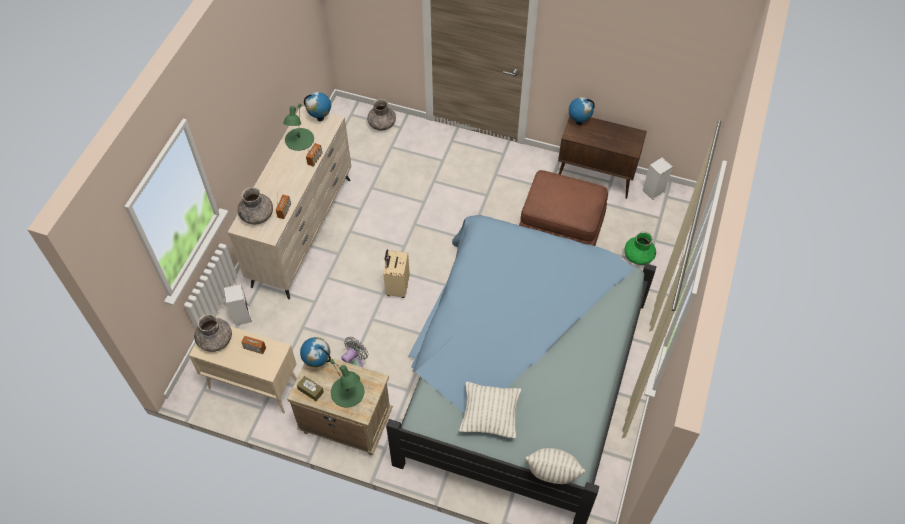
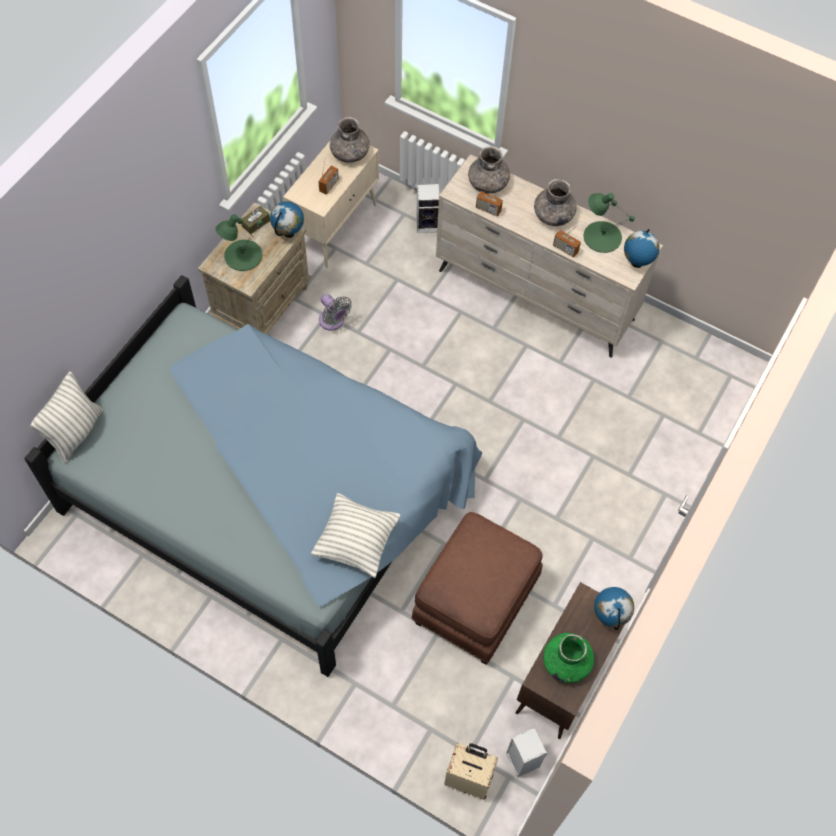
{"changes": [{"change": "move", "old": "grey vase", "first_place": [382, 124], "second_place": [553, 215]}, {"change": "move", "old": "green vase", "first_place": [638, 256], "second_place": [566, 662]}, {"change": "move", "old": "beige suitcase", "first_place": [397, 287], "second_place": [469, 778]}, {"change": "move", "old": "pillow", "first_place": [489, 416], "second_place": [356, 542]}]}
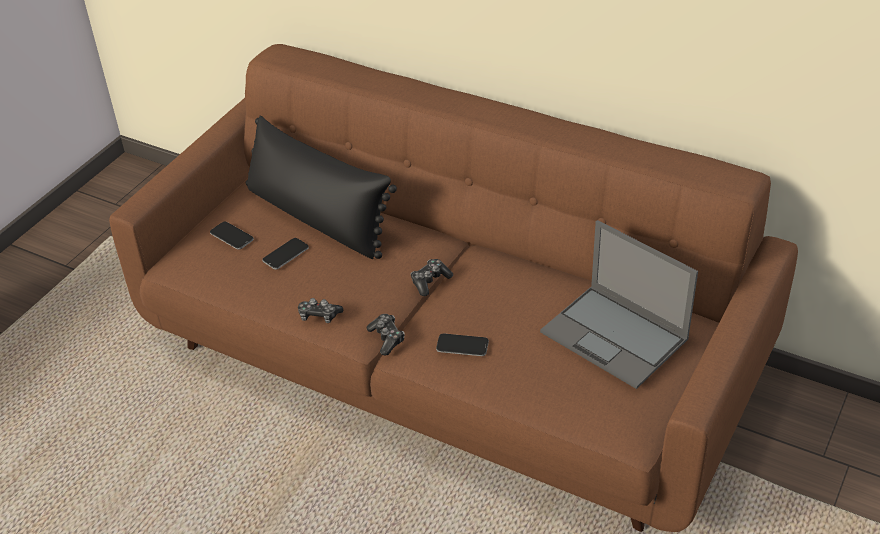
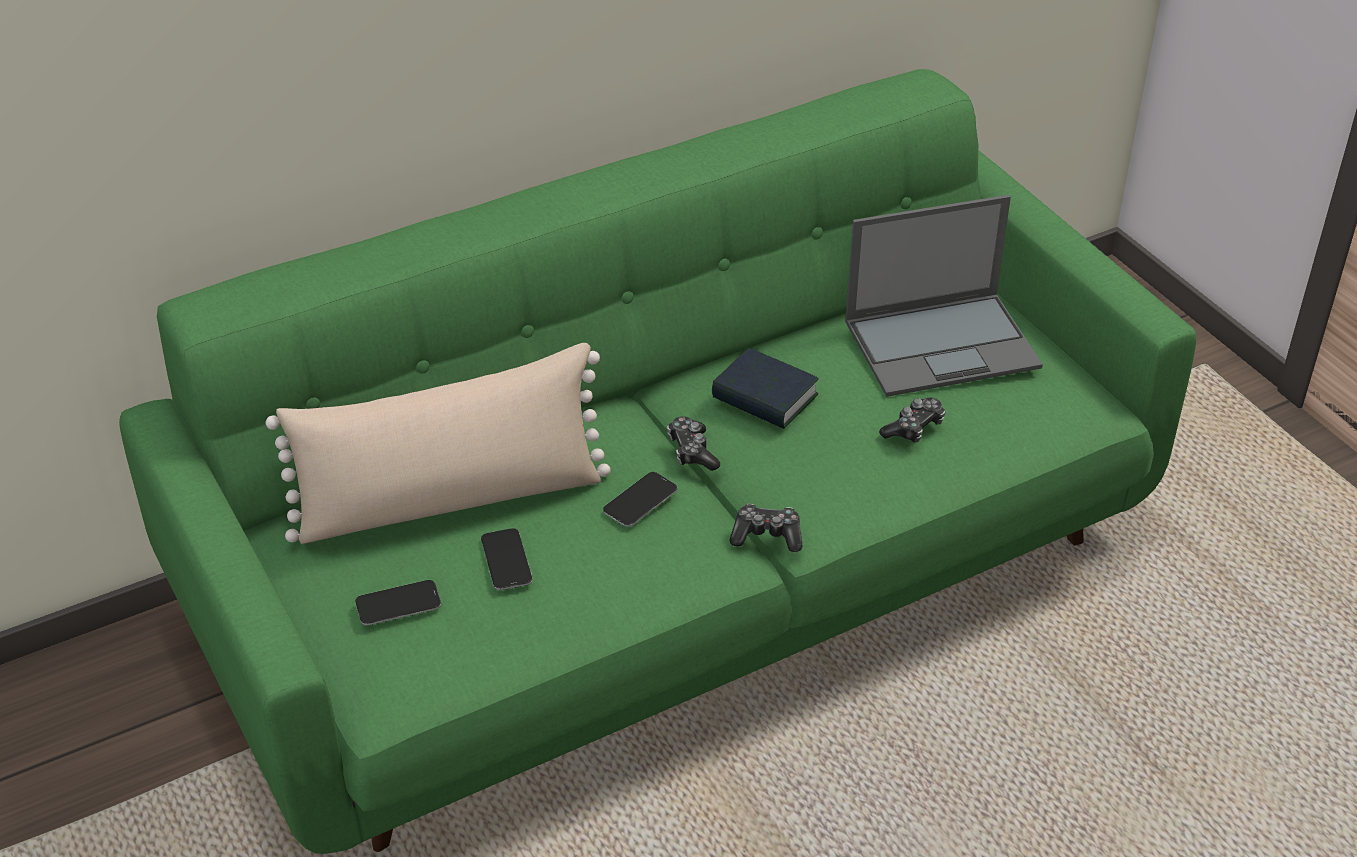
{"changes": [{"change": "recolor", "old": "brown sofa", "new": "green sofa", "first_place": [447, 363], "second_place": [678, 579]}, {"change": "recolor", "old": "black pillow", "new": "beige pillow", "first_place": [317, 218], "second_place": [451, 500]}, {"change": "move", "old": "game controller", "first_place": [319, 316], "second_place": [914, 428]}, {"change": "move", "old": "phone", "first_place": [462, 346], "second_place": [640, 501]}, {"change": "insert", "new": "book", "second_place": [764, 397]}]}
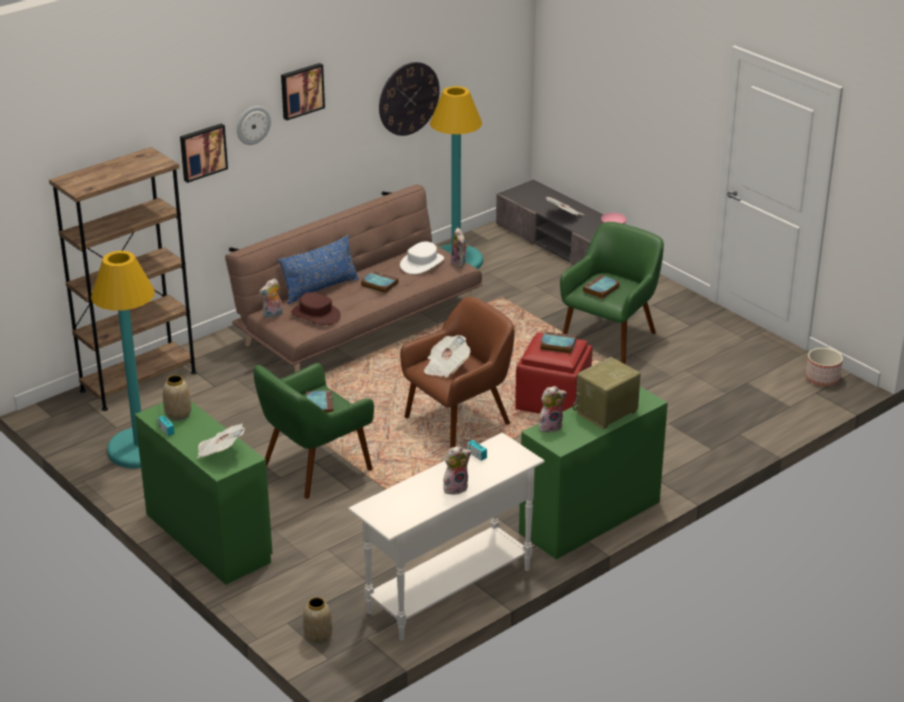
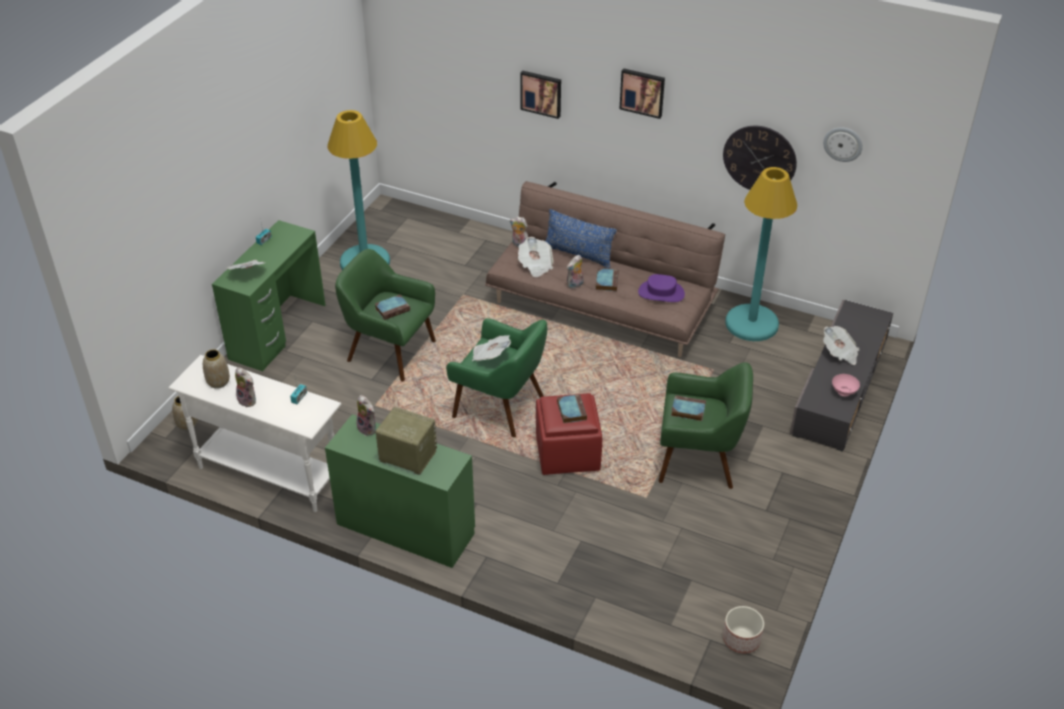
{"changes": [{"change": "move", "old": "wall clock", "first_place": [252, 125], "second_place": [843, 144]}, {"change": "delete", "old": "brown bookcase", "first_place": [138, 382]}, {"change": "move", "old": "plush toy", "first_place": [459, 263], "second_place": [575, 285]}, {"change": "recolor", "old": "white hat", "new": "purple hat", "first_place": [422, 263], "second_place": [661, 293]}, {"change": "replace", "old": "brown hat", "new": "newspaper", "first_place": [316, 314], "second_place": [535, 265]}, {"change": "recolor", "old": "brown armchair", "new": "green armchair", "first_place": [459, 421], "second_place": [500, 407]}, {"change": "move", "old": "vase", "first_place": [178, 415], "second_place": [218, 382]}]}
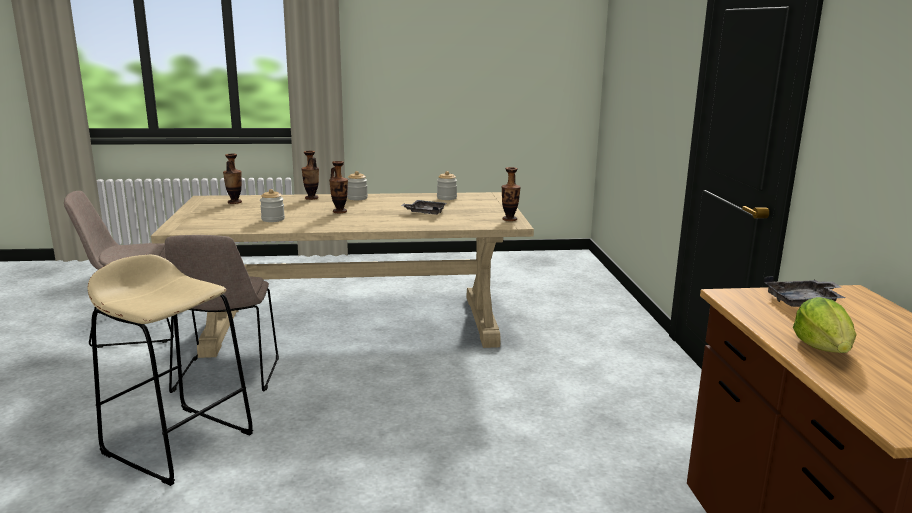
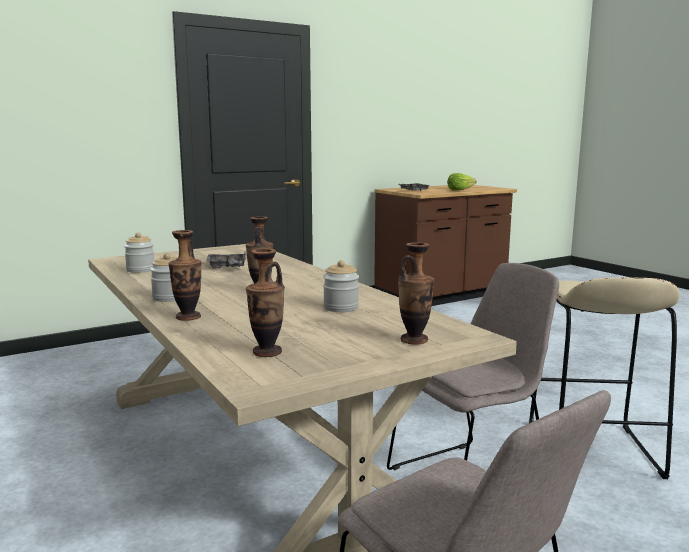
{"changes": [{"change": "move", "old": "vase", "first_place": [509, 219], "second_place": [414, 340]}]}
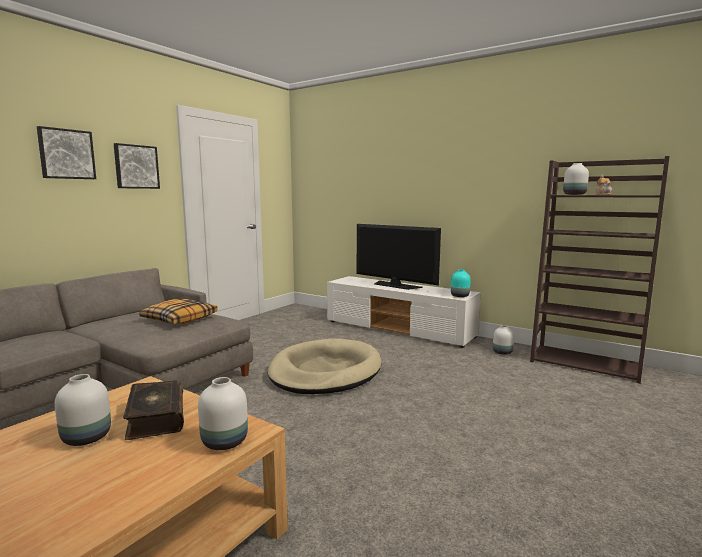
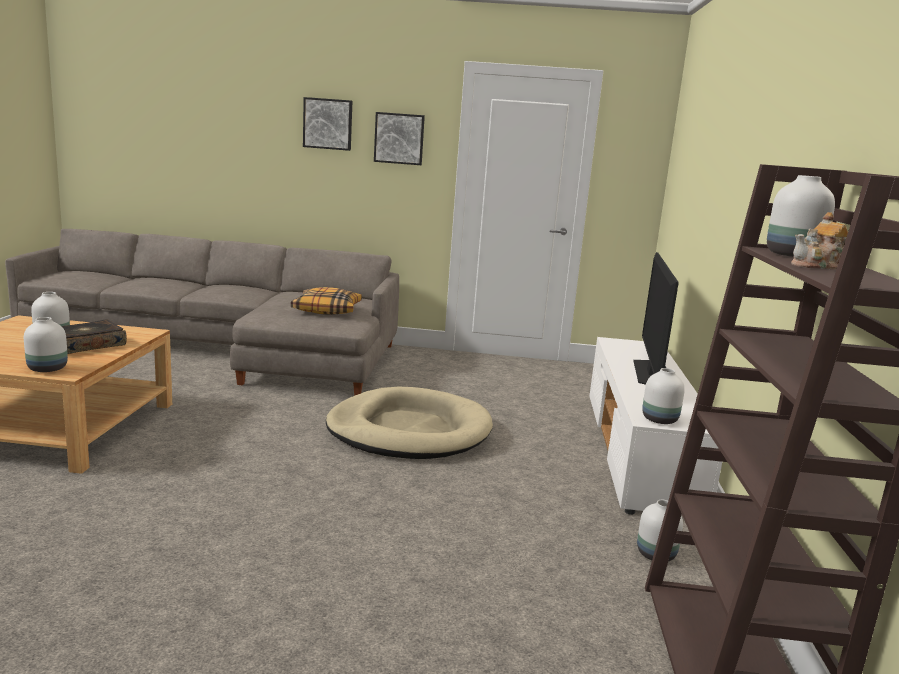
{"changes": [{"change": "recolor", "old": "turquoise vase", "new": "white vase", "first_place": [459, 296], "second_place": [660, 419]}]}
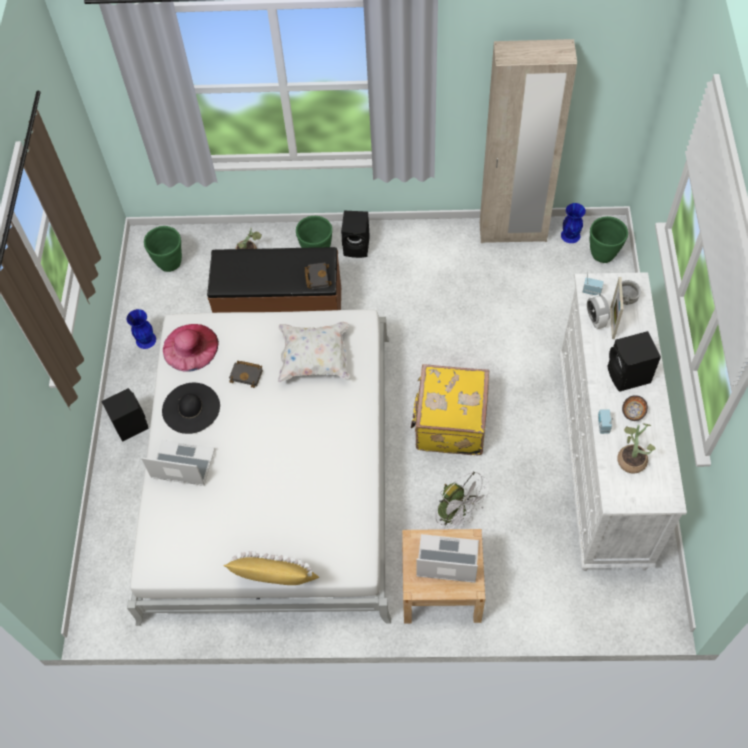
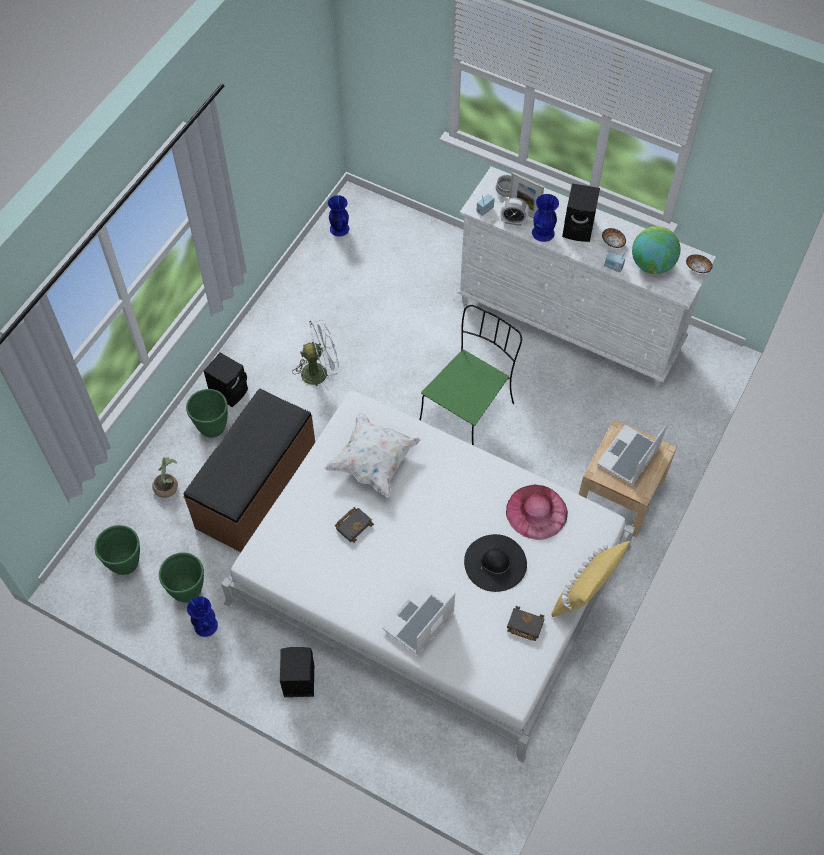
{"changes": [{"change": "delete", "old": "beige wardrobe", "first_place": [512, 232]}, {"change": "move", "old": "green planter", "first_place": [603, 255], "second_place": [188, 591]}, {"change": "move", "old": "black book", "first_place": [317, 277], "second_place": [524, 625]}, {"change": "move", "old": "pink hat", "first_place": [190, 347], "second_place": [536, 511]}, {"change": "replace", "old": "yellow suitcase", "new": "green chair", "first_place": [449, 423], "second_place": [468, 411]}, {"change": "move", "old": "black hat", "first_place": [191, 408], "second_place": [495, 563]}, {"change": "replace", "old": "potted plant", "new": "globe", "first_place": [631, 458], "second_place": [652, 264]}, {"change": "move", "old": "white fan", "first_place": [457, 514], "second_place": [320, 371]}, {"change": "insert", "new": "blue vase", "second_place": [543, 233]}, {"change": "insert", "new": "bowl", "second_place": [698, 268]}]}
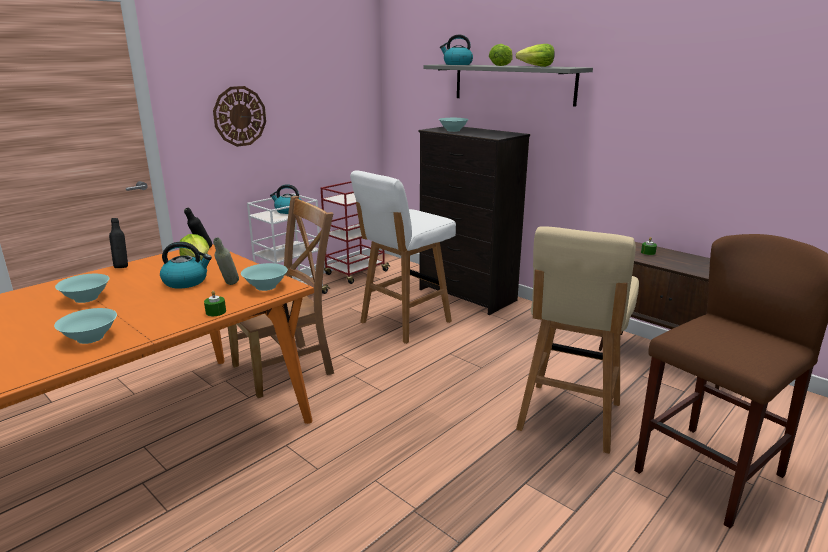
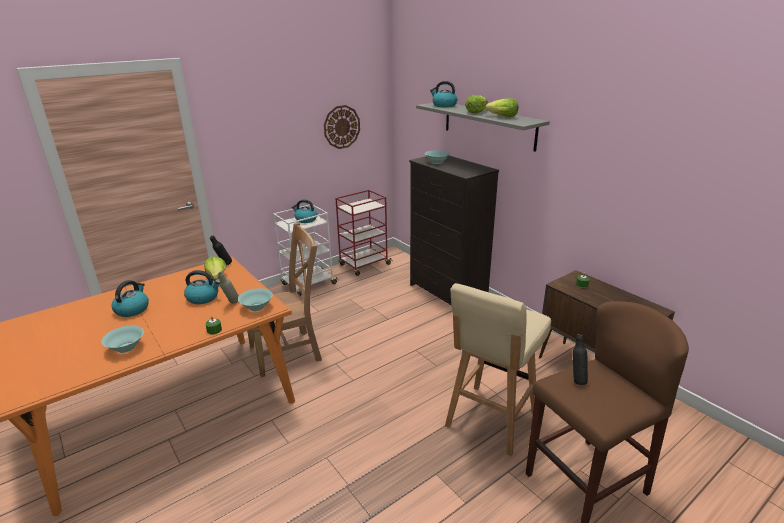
{"changes": [{"change": "move", "old": "wall clock", "first_place": [239, 116], "second_place": [341, 127]}, {"change": "delete", "old": "white stool", "first_place": [404, 322]}, {"change": "move", "old": "black bottle", "first_place": [122, 267], "second_place": [576, 380]}, {"change": "replace", "old": "turquoise bowl", "new": "kettle", "first_place": [85, 298], "second_place": [132, 309]}]}
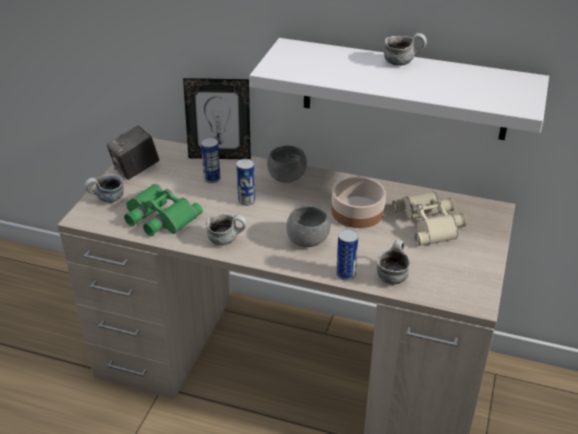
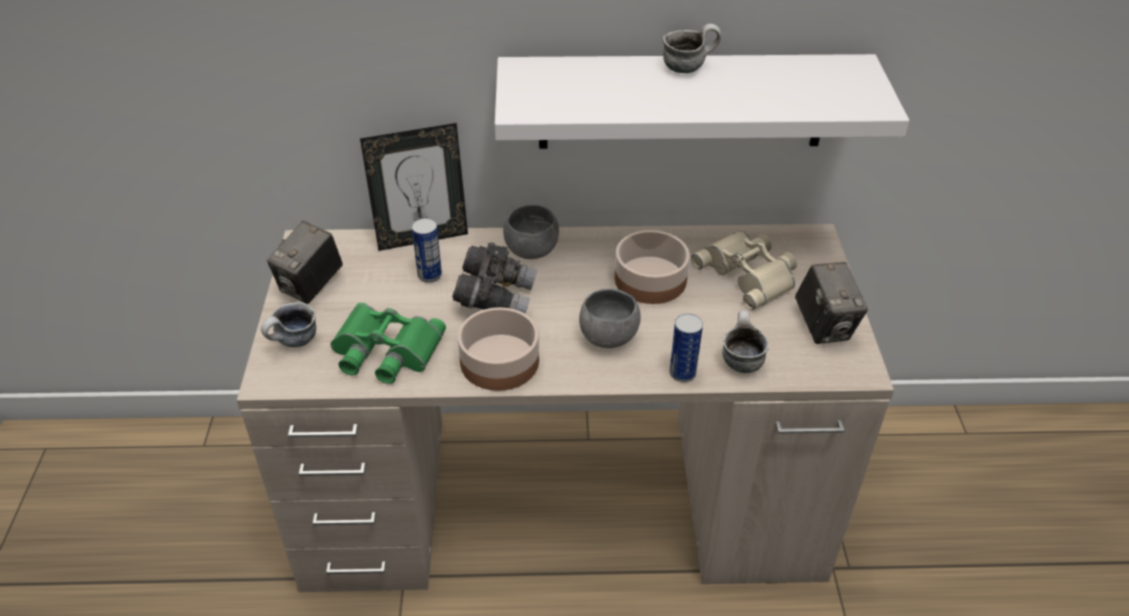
{"changes": [{"change": "replace", "old": "can", "new": "grey binoculars", "first_place": [246, 201], "second_place": [495, 297]}, {"change": "replace", "old": "mug", "new": "bowl", "first_place": [227, 240], "second_place": [500, 362]}, {"change": "insert", "new": "photo camera", "second_place": [824, 326]}]}
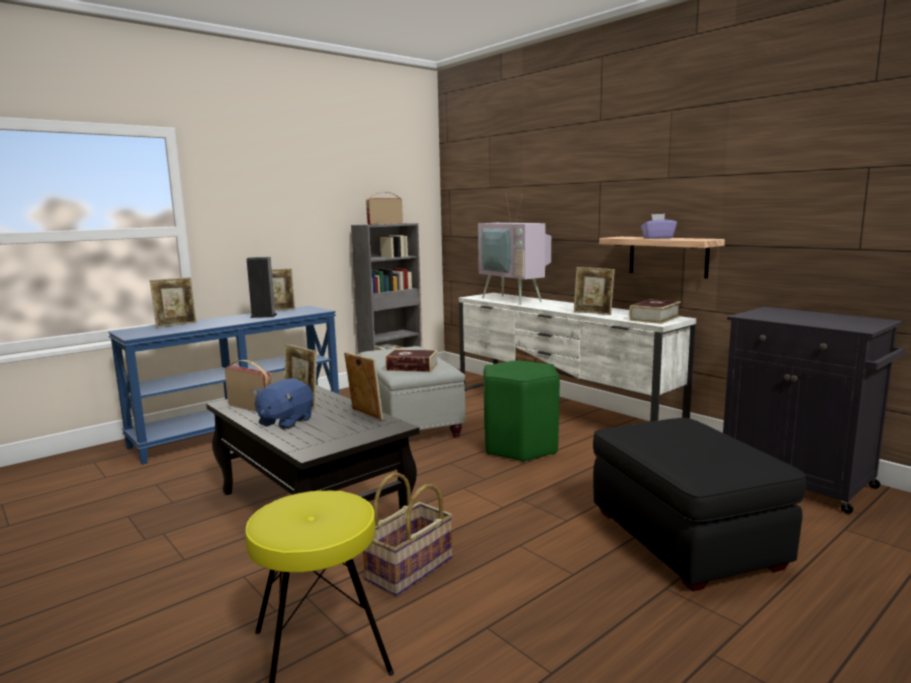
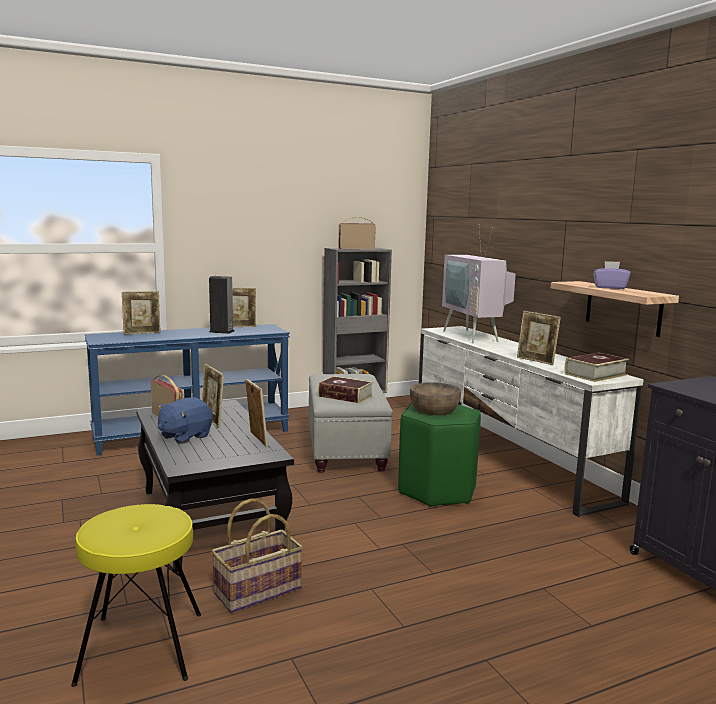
{"changes": [{"change": "delete", "old": "black ottoman", "first_place": [685, 539]}, {"change": "insert", "new": "brown bowl", "second_place": [434, 409]}]}
